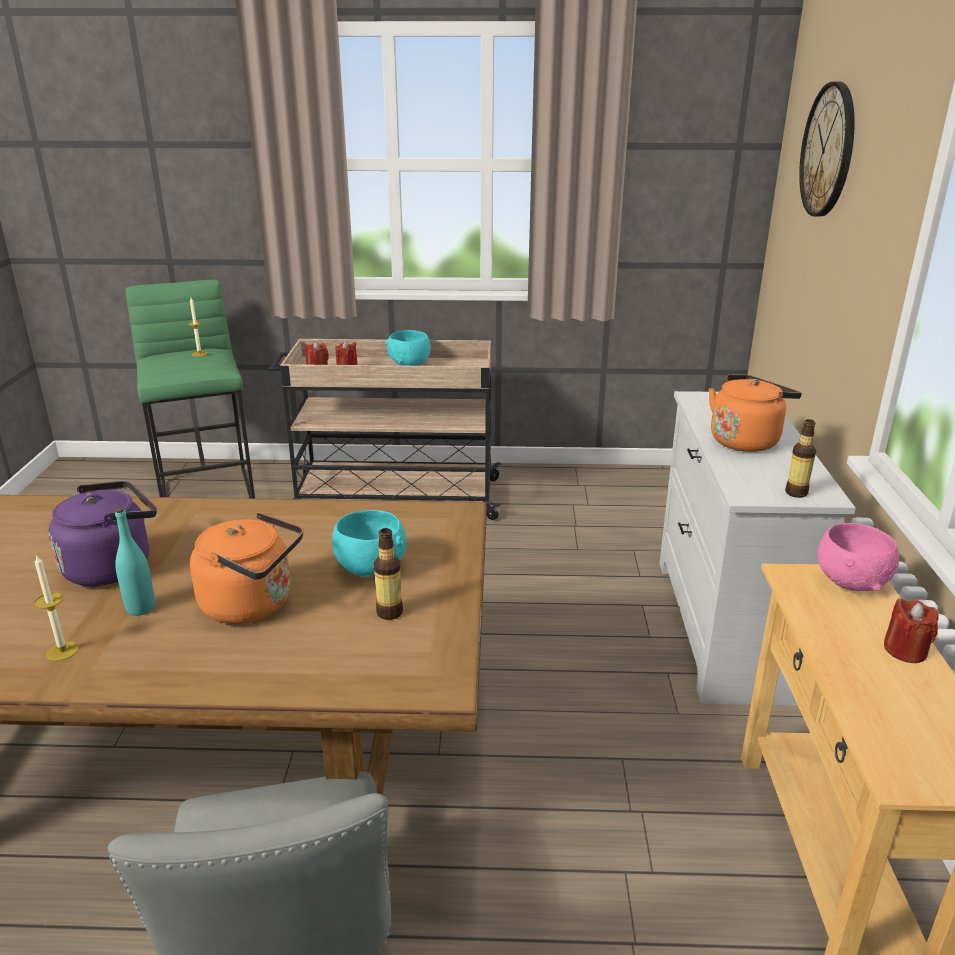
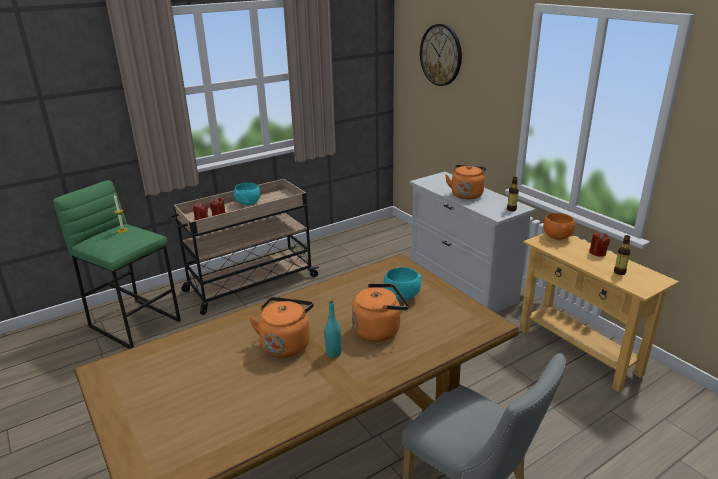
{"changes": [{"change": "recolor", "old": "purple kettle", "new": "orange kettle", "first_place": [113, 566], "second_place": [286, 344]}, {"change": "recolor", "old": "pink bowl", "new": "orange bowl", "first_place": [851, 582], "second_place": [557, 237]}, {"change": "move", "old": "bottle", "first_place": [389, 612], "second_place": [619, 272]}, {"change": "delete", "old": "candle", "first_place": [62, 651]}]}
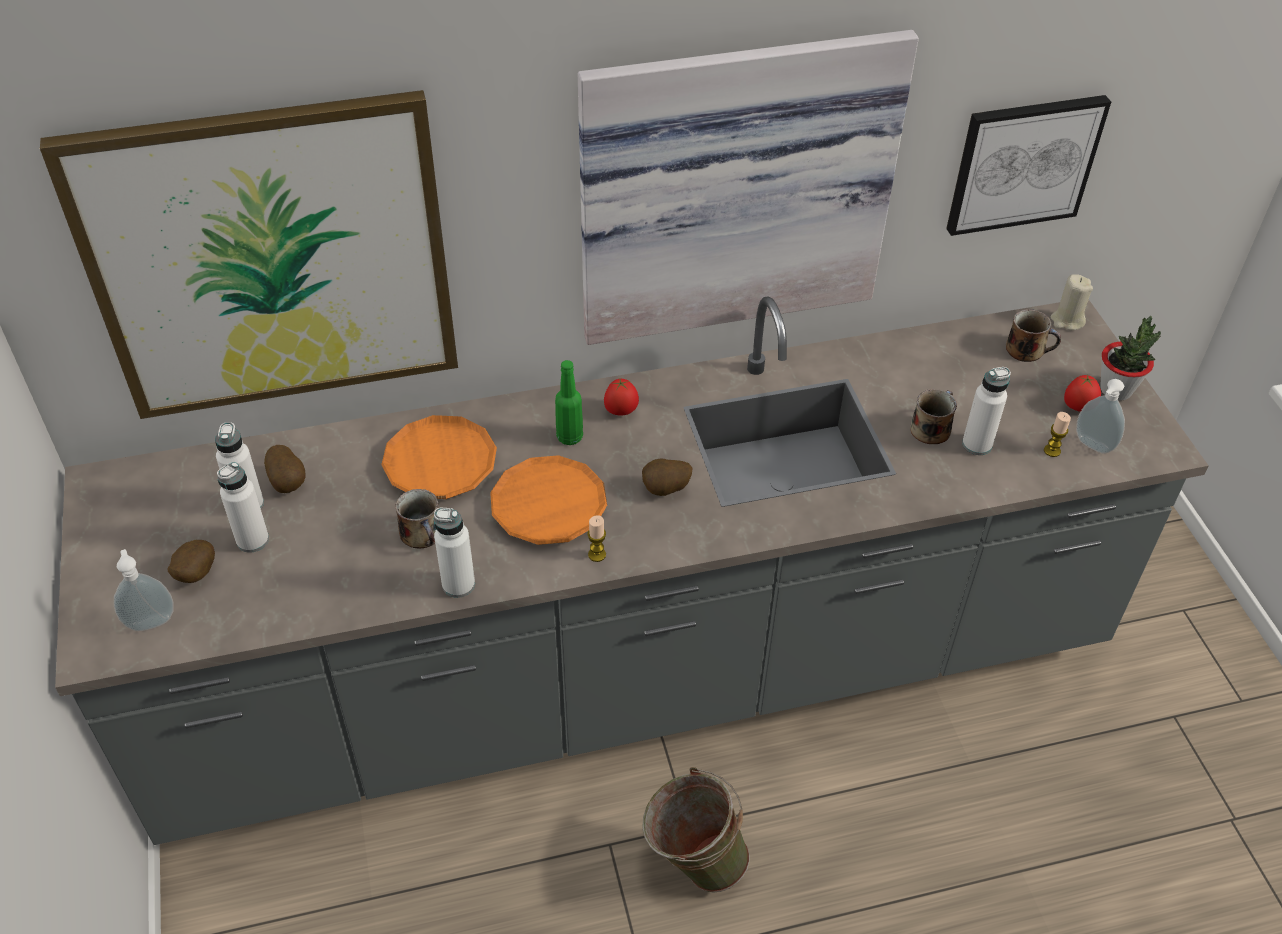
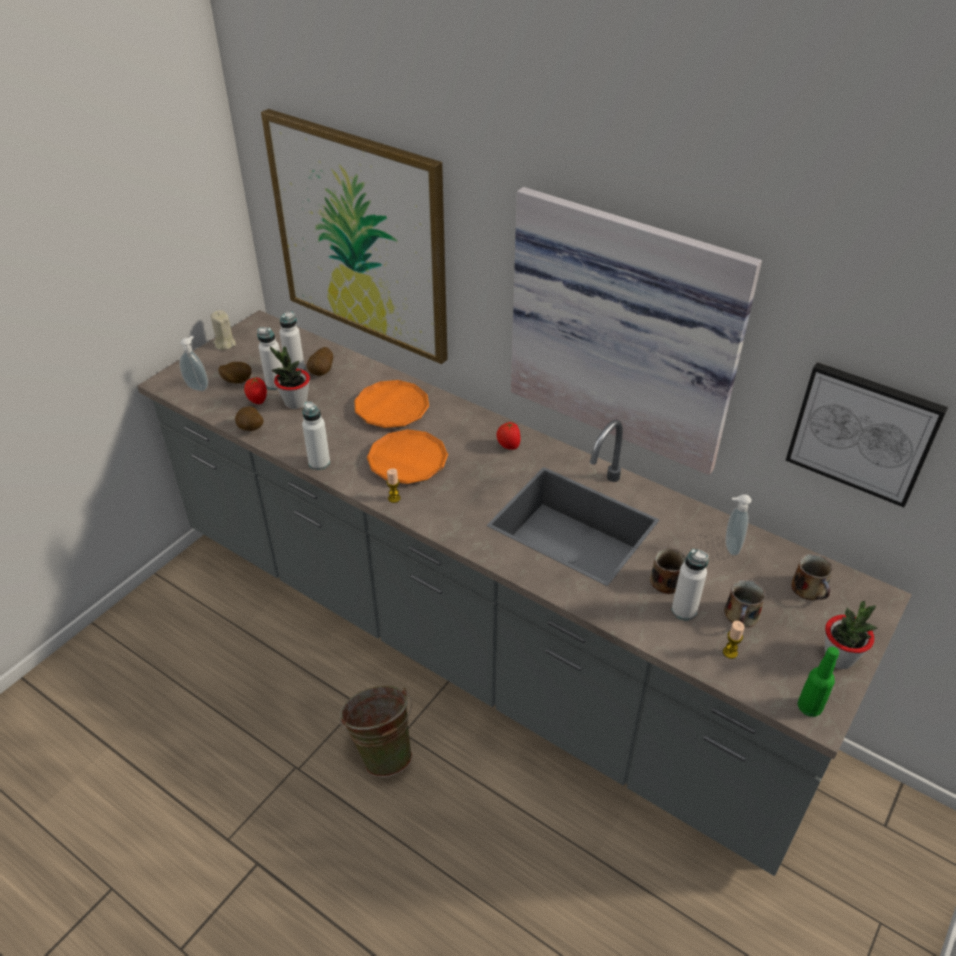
{"changes": [{"change": "move", "old": "beige candle", "first_place": [1067, 320], "second_place": [224, 344]}, {"change": "move", "old": "green bottle", "first_place": [569, 437], "second_place": [809, 707]}, {"change": "move", "old": "tomato", "first_place": [1078, 408], "second_place": [257, 401]}, {"change": "move", "old": "soap dispenser", "first_place": [1092, 446], "second_place": [730, 547]}, {"change": "move", "old": "potato", "first_place": [666, 490], "second_place": [250, 430]}, {"change": "move", "old": "mug", "first_place": [423, 534], "second_place": [741, 616]}, {"change": "insert", "new": "potted plant", "second_place": [295, 403]}]}
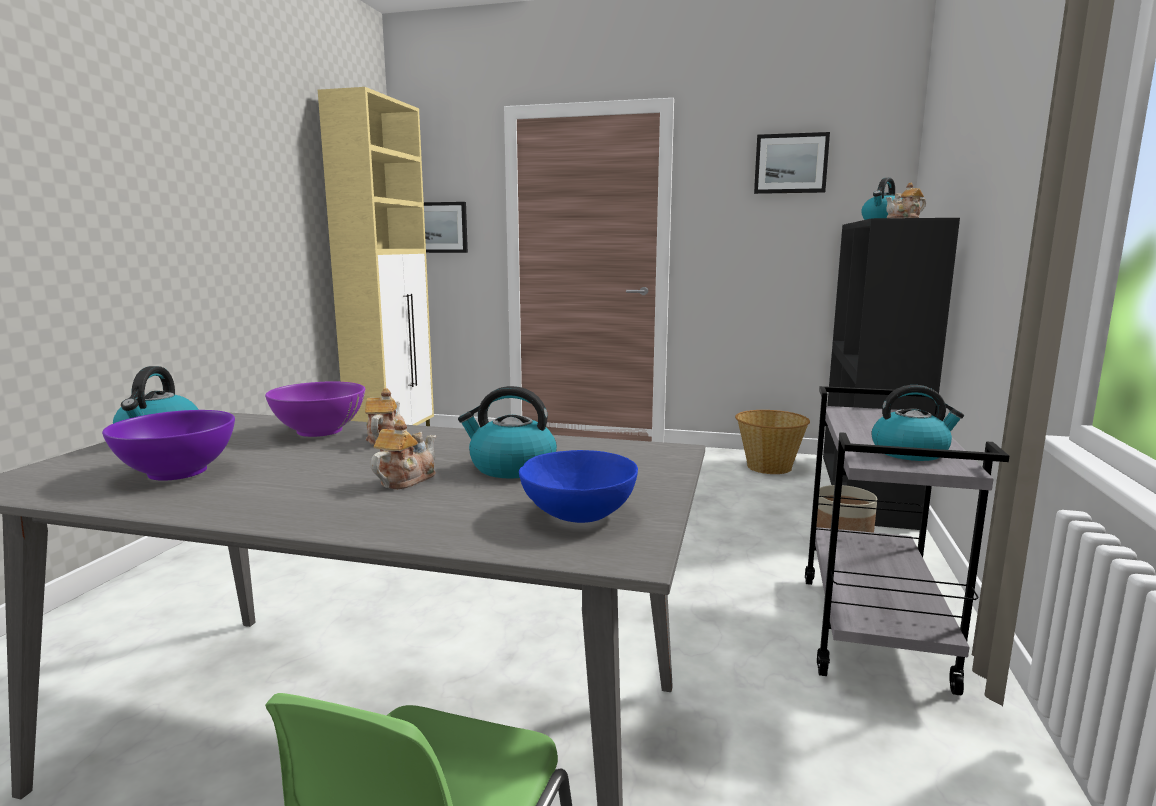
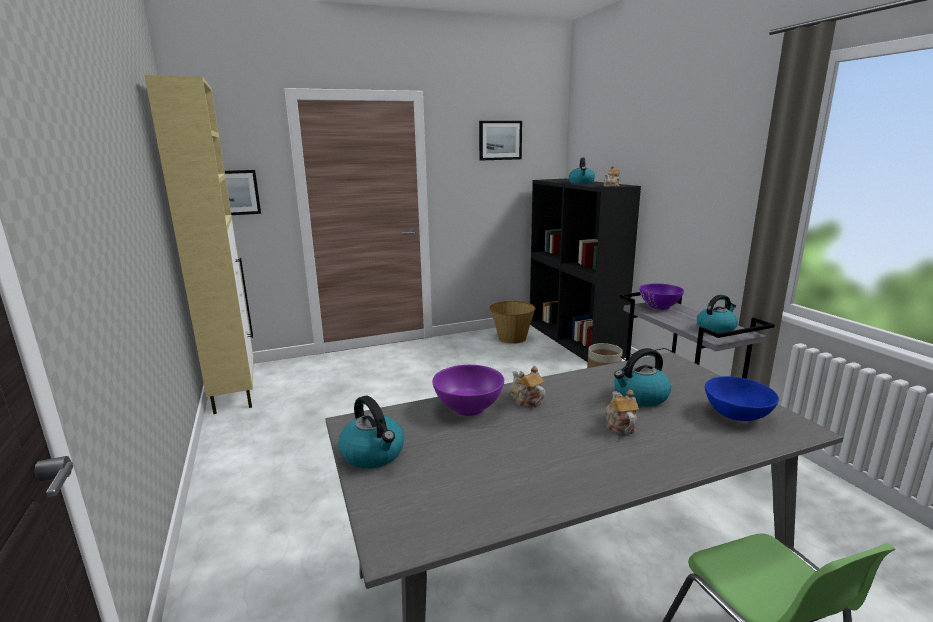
{"changes": [{"change": "move", "old": "purple bowl", "first_place": [178, 472], "second_place": [659, 306]}]}
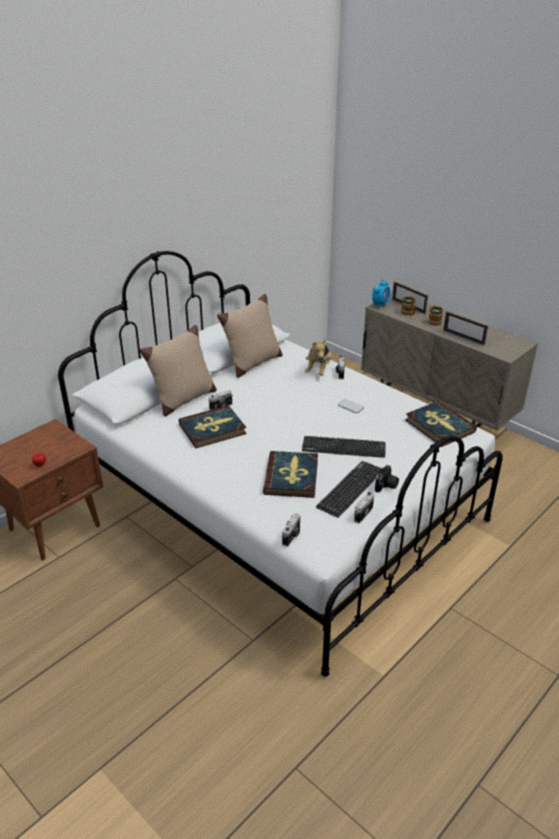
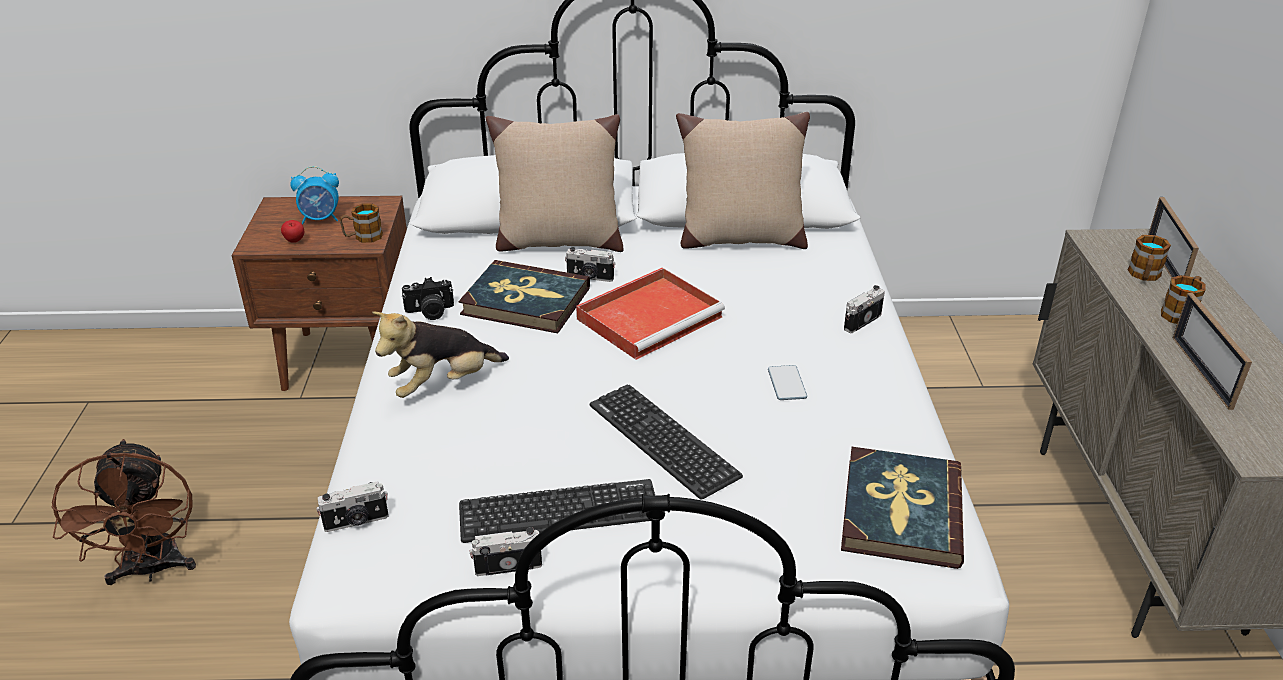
{"changes": [{"change": "move", "old": "alarm clock", "first_place": [380, 305], "second_place": [321, 219]}, {"change": "move", "old": "plush toy", "first_place": [318, 369], "second_place": [443, 384]}, {"change": "delete", "old": "book", "first_place": [292, 477]}, {"change": "move", "old": "photo camera", "first_place": [386, 486], "second_place": [430, 312]}, {"change": "insert", "new": "mug", "second_place": [363, 237]}, {"change": "insert", "new": "red tray", "second_place": [651, 316]}, {"change": "insert", "new": "brown fan", "second_place": [152, 570]}]}
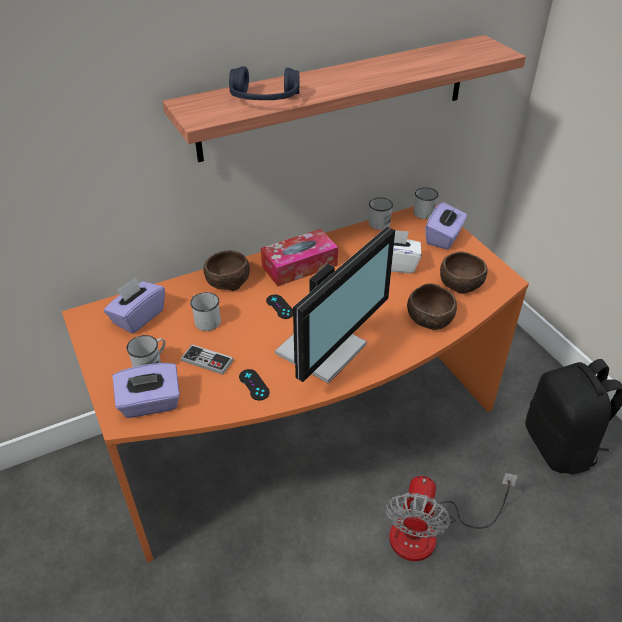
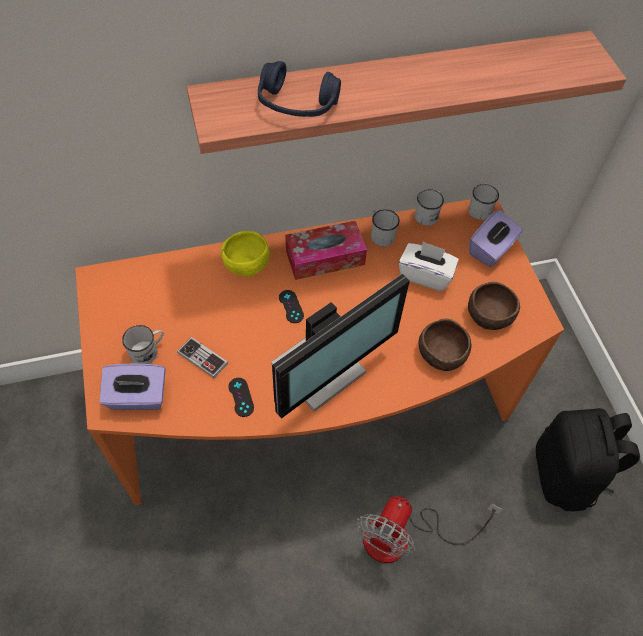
{"changes": [{"change": "recolor", "old": "brown bowl", "new": "yellow bowl", "first_place": [227, 281], "second_place": [245, 263]}, {"change": "delete", "old": "purple tissue box", "first_place": [138, 317]}, {"change": "move", "old": "white mug", "first_place": [205, 320], "second_place": [380, 234]}]}
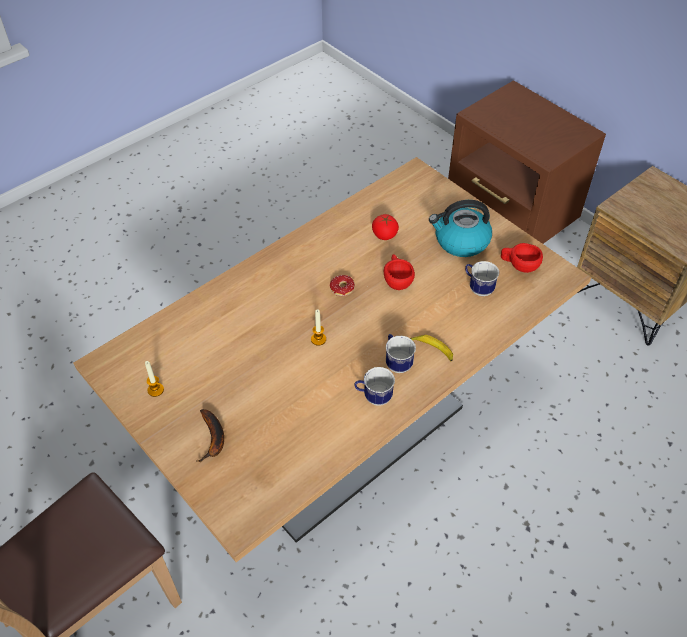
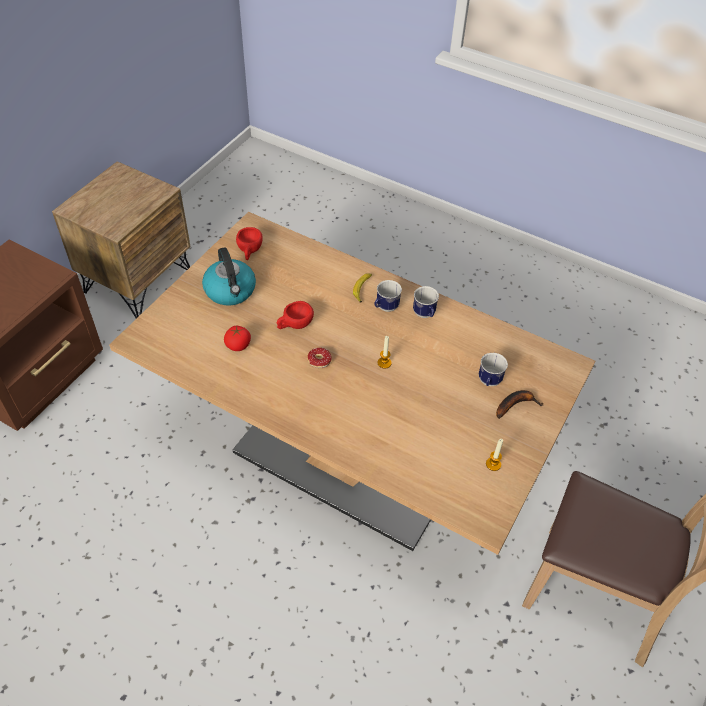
{"changes": [{"change": "move", "old": "mug", "first_place": [478, 288], "second_place": [488, 382]}]}
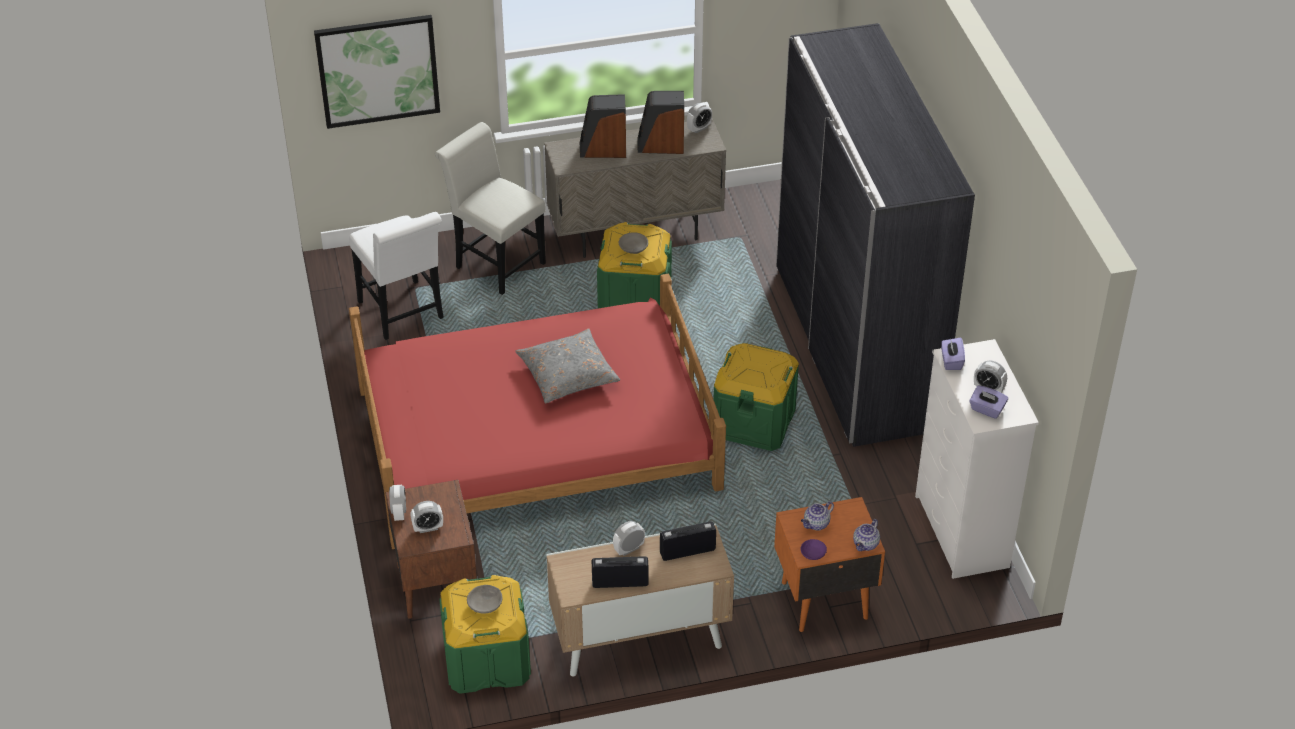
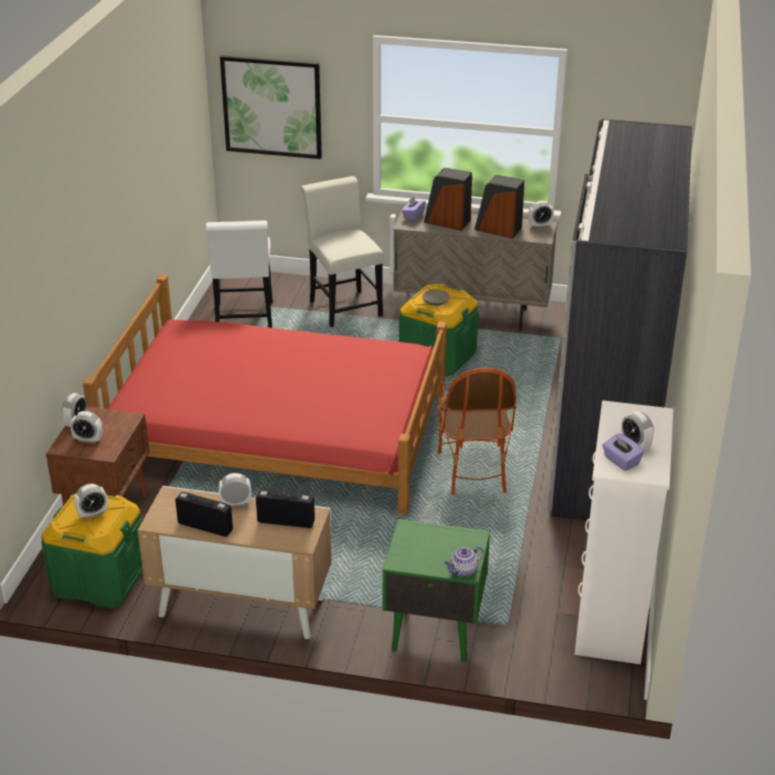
{"changes": [{"change": "delete", "old": "grey pillow", "first_place": [567, 374]}, {"change": "move", "old": "purple tissue box", "first_place": [951, 361], "second_place": [413, 216]}, {"change": "replace", "old": "green storage box", "new": "armchair", "first_place": [754, 422], "second_place": [473, 471]}, {"change": "recolor", "old": "orange nightstand", "new": "green nightstand", "first_place": [822, 600], "second_place": [433, 631]}, {"change": "delete", "old": "teapot", "first_place": [816, 524]}, {"change": "delete", "old": "purple bowl", "first_place": [813, 554]}, {"change": "replace", "old": "grey bowl", "new": "alarm clock", "first_place": [485, 603], "second_place": [93, 513]}]}
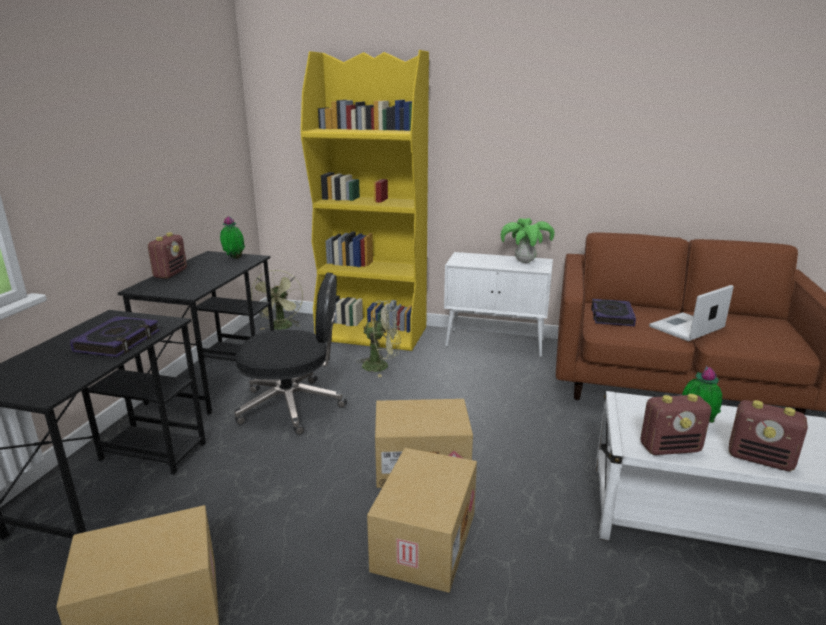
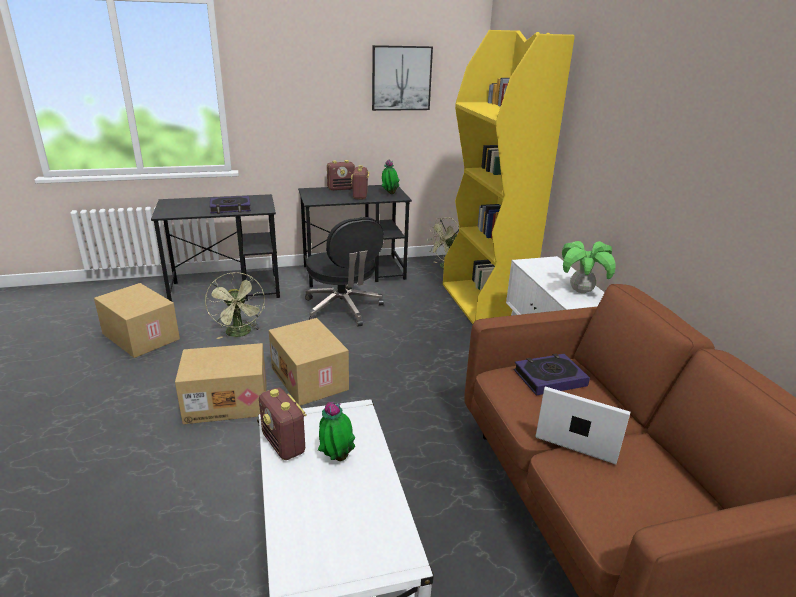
{"changes": [{"change": "move", "old": "green fan", "first_place": [381, 366], "second_place": [240, 334]}, {"change": "move", "old": "radio", "first_place": [760, 459], "second_place": [360, 196]}, {"change": "insert", "new": "picture", "second_place": [401, 78]}]}
